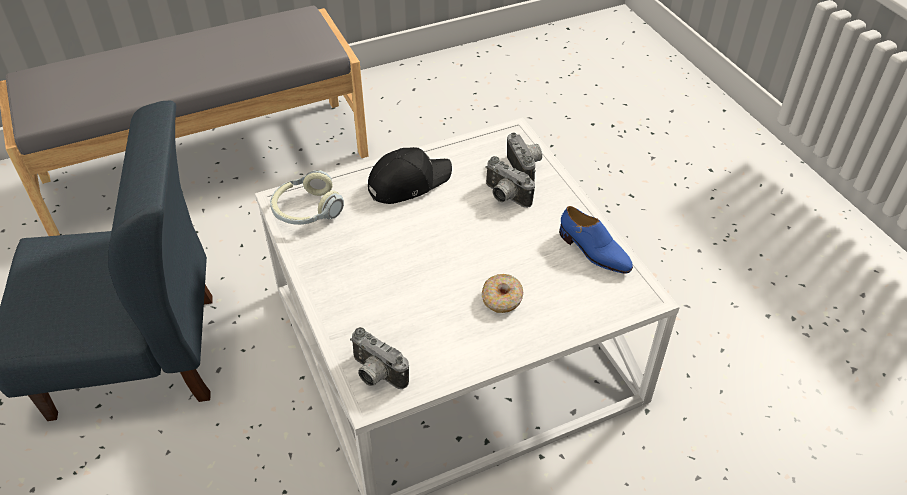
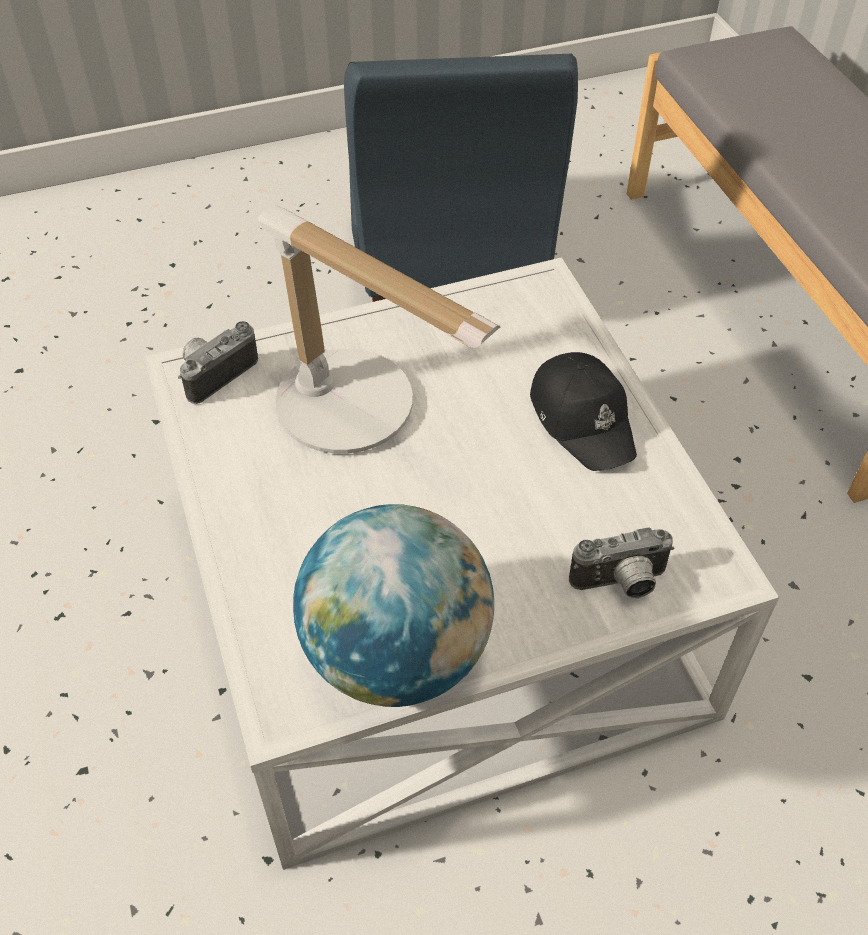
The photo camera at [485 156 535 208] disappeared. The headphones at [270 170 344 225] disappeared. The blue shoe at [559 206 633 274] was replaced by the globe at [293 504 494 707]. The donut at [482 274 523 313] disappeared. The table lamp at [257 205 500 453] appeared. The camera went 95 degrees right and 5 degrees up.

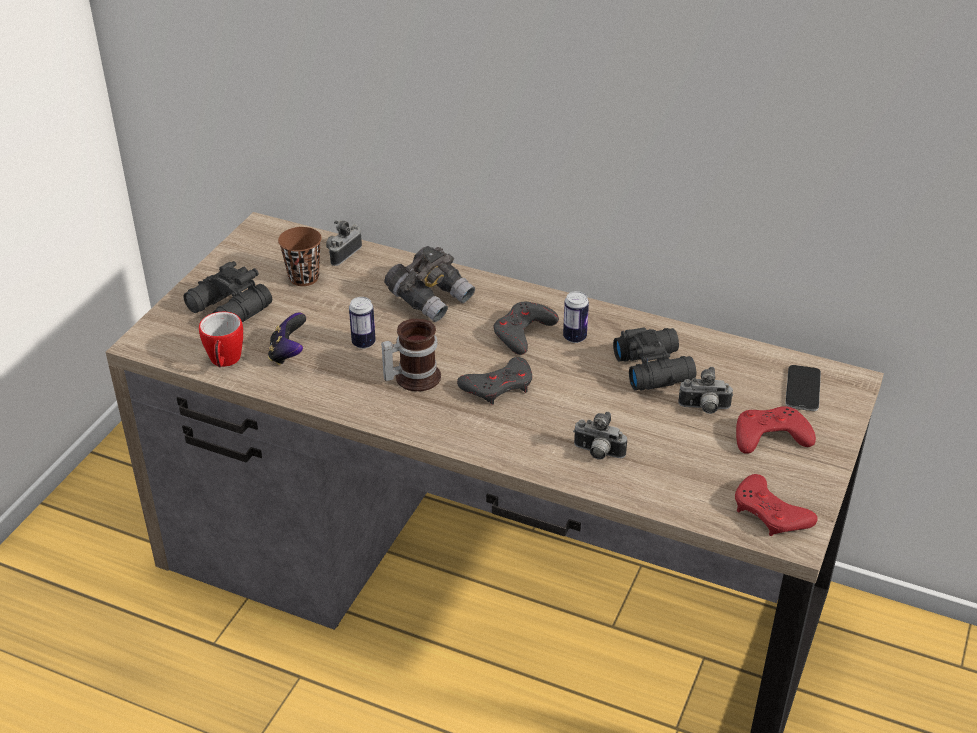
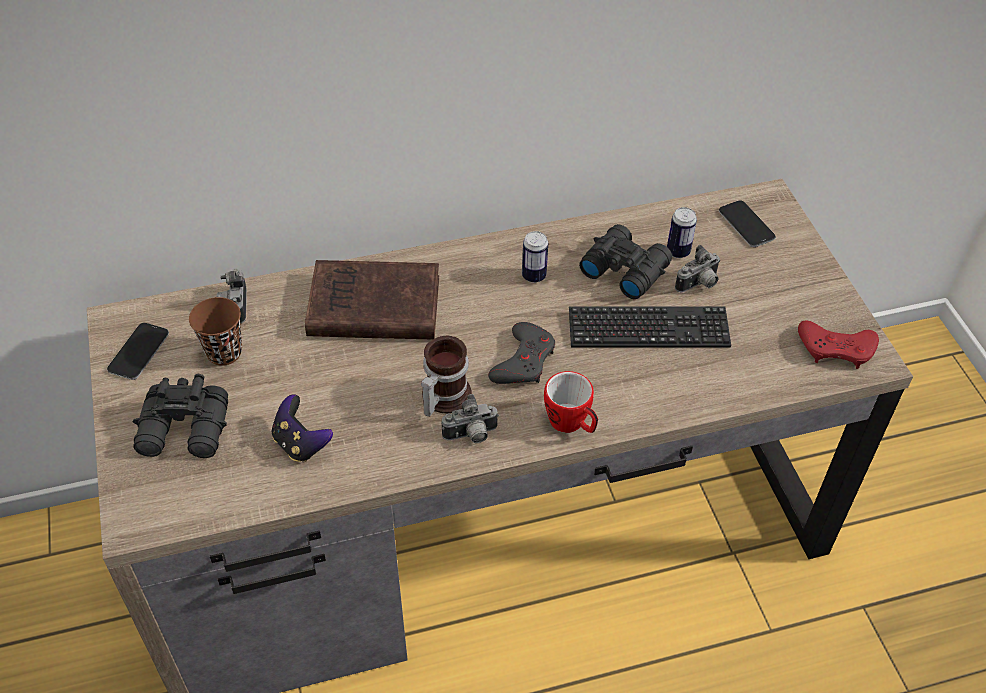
The grey binoculars at [384 246 475 322] was replaced by the brown book at [305 260 439 339]. The can moved from [349 297 376 349] to [667 207 697 258]. The grey game controller at [493 302 559 355] disappeared. The mug moved from [199 312 243 367] to [544 371 598 433]. The red game controller at [736 406 816 454] disappeared. The photo camera moved from [573 412 627 460] to [441 394 499 443]. The keyboard at [569 306 731 347] appeared. The phone at [107 323 169 380] appeared. The camera went 40 degrees left and 10 degrees up.

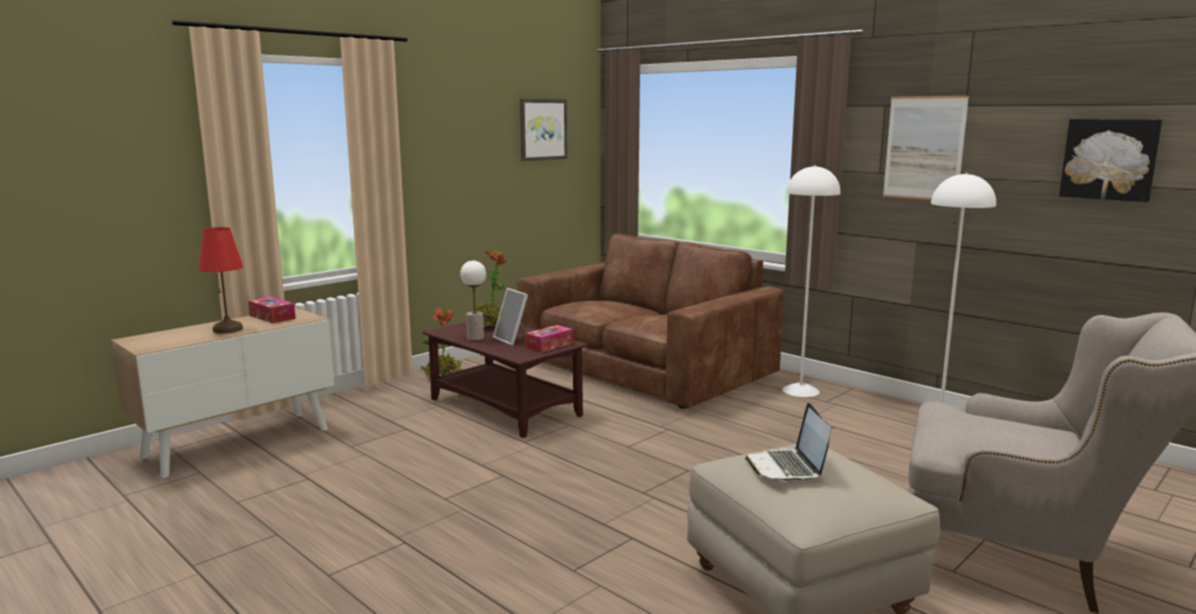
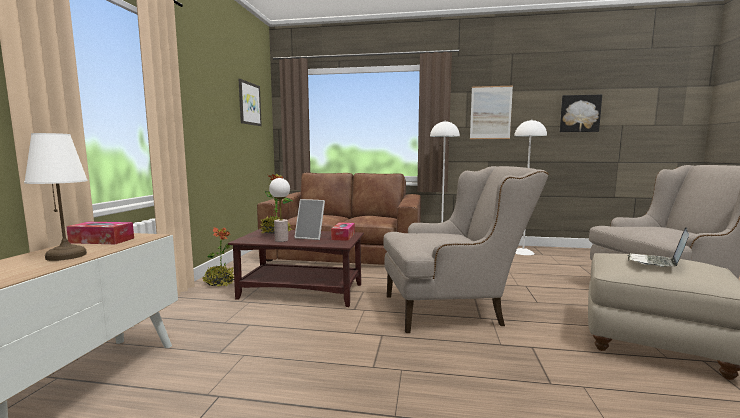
The red table lamp at [198 227 243 334] became the white table lamp at [24 133 88 261]. The laptop at [745 403 831 482] turned 75 degrees clockwise. The beige armchair at [384 166 549 333] appeared. The camera went 35 degrees left and 5 degrees down.

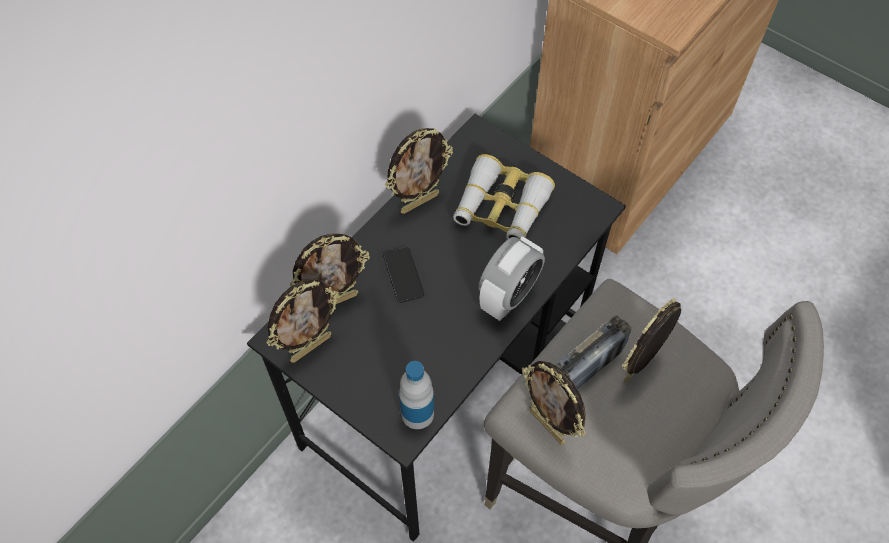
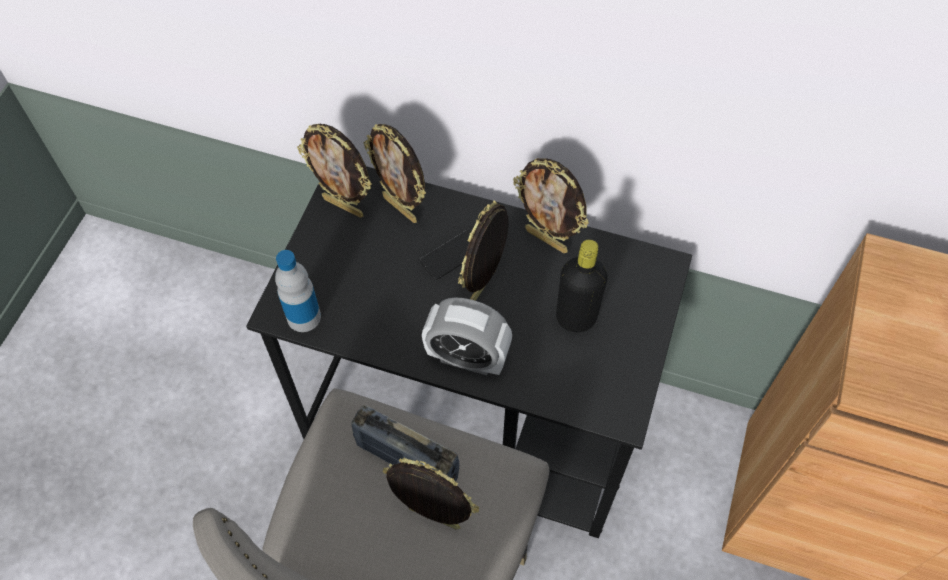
The binoculars at [453 154 555 240] was replaced by the black bottle at [556 240 608 332]. The picture frame moved from [522 361 586 445] to [458 200 509 301]. The camera went 70 degrees right and 0 degrees up.

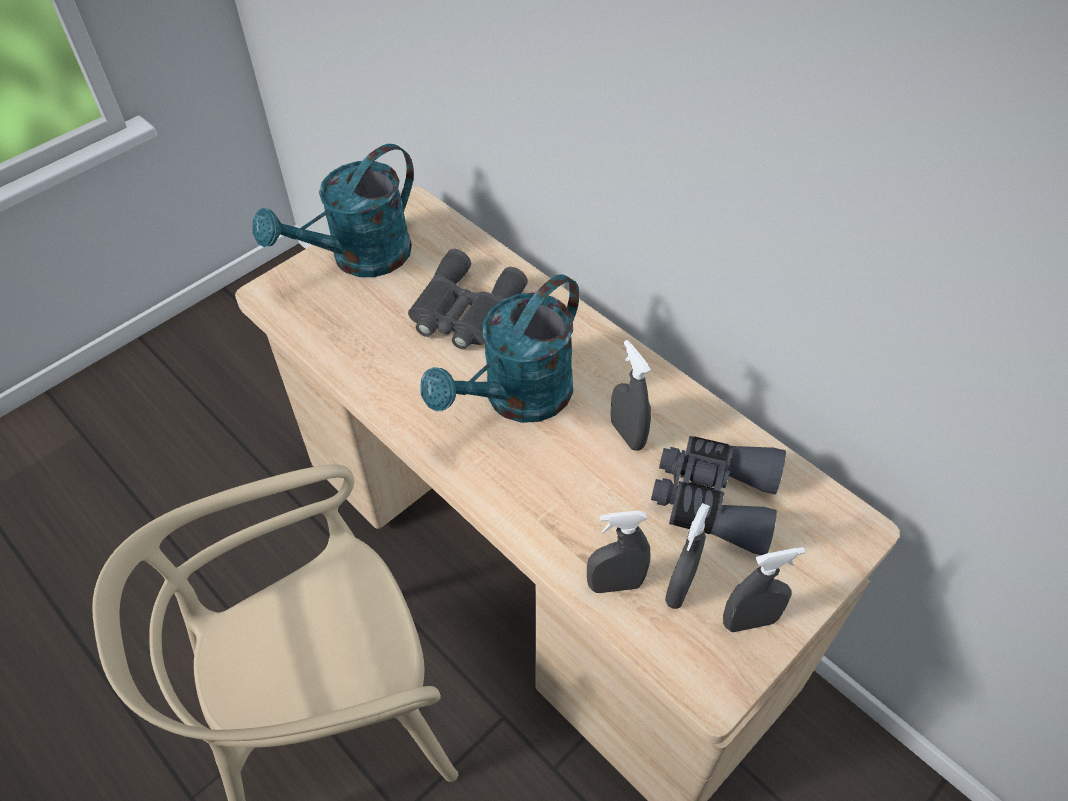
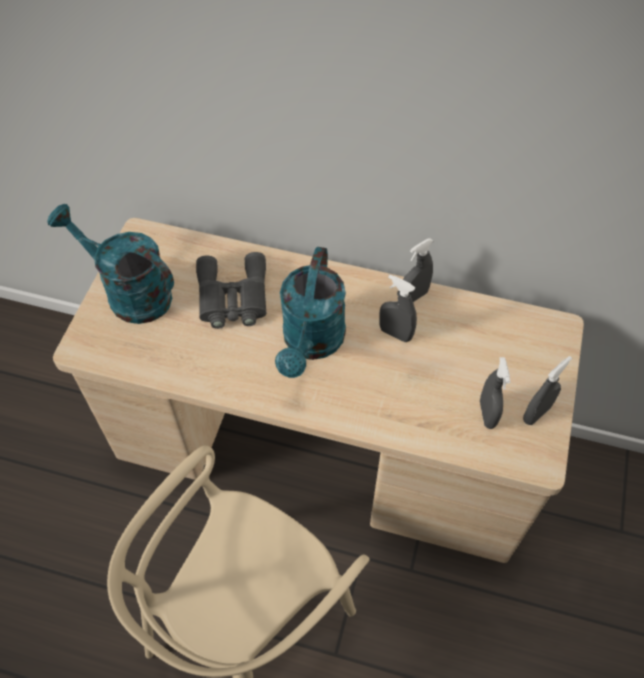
The turquoise watering can at [252 144 414 277] turned 105 degrees clockwise. The grey binoculars at [651 436 786 555] disappeared. The grey spray bottle moved from [587 511 650 593] to [403 238 433 302]. The camera went 30 degrees left and 5 degrees up.

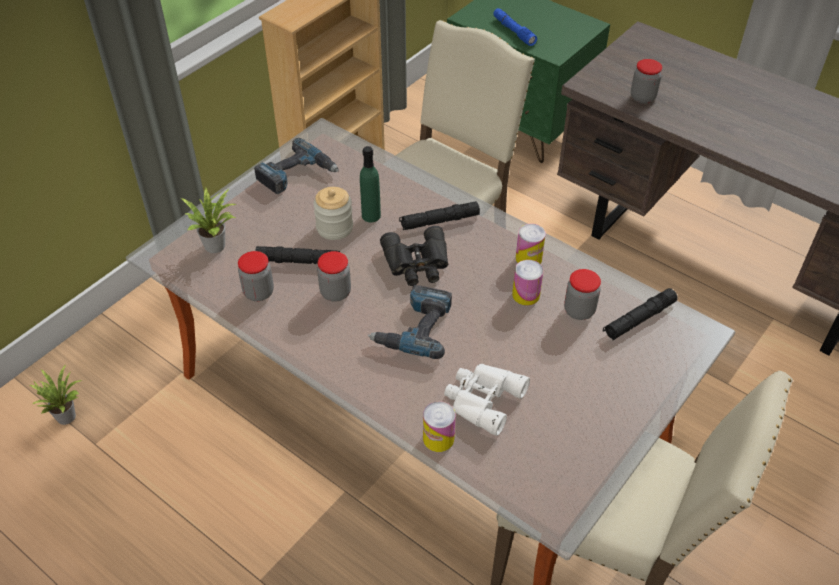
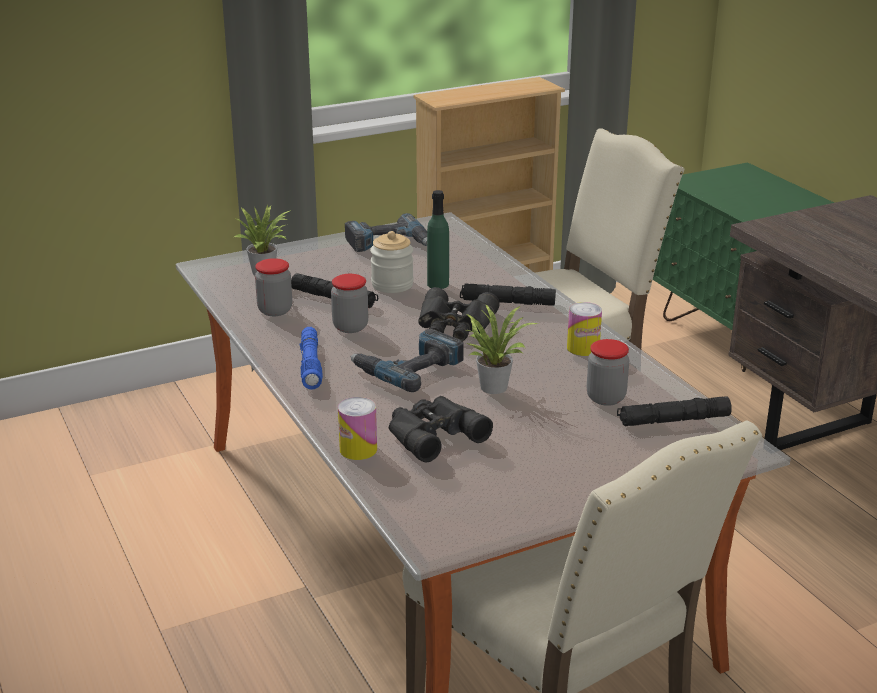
The blue flashlight moved from [493 8 537 46] to [299 327 323 390]. The jar at [631 59 663 104] disappeared. The can at [512 260 543 306] disappeared. The potted plant moved from [29 364 82 425] to [466 305 539 394]. The white binoculars at [444 364 530 436] became the black binoculars at [389 396 493 463]. The camera went 25 degrees right and 20 degrees down.

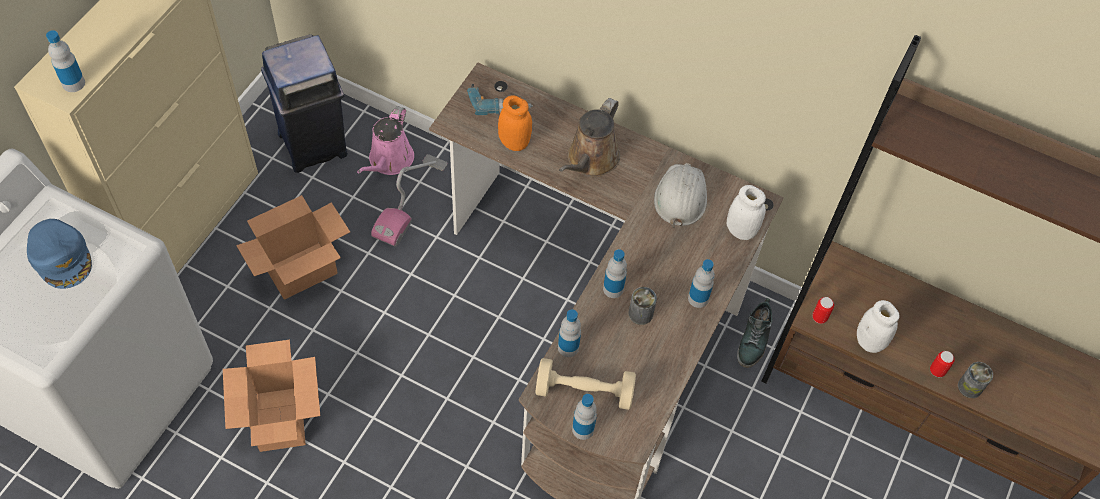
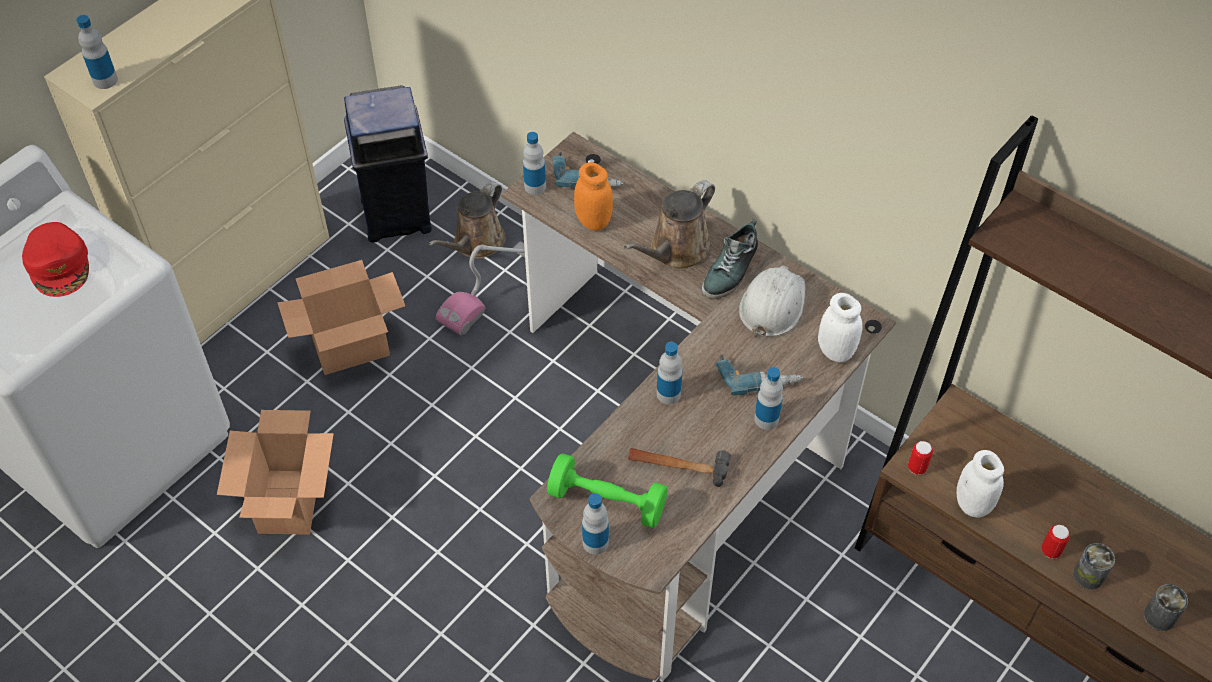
The pink watering can at [357 106 414 175] became the brown watering can at [428 181 506 259]. The blue cap at [27 219 92 289] became the red cap at [22 222 89 297]. The can moved from [629 287 657 325] to [1144 584 1188 631]. The shoe moved from [737 298 772 368] to [702 219 758 299]. The bottle moved from [558 309 581 357] to [523 132 546 195]. The beige dumbbell at [536 358 636 410] became the green dumbbell at [547 453 668 528]. The power drill at [716 355 803 395] appeared. The hammer at [628 448 731 487] appeared. The camera went 15 degrees right and 5 degrees down.

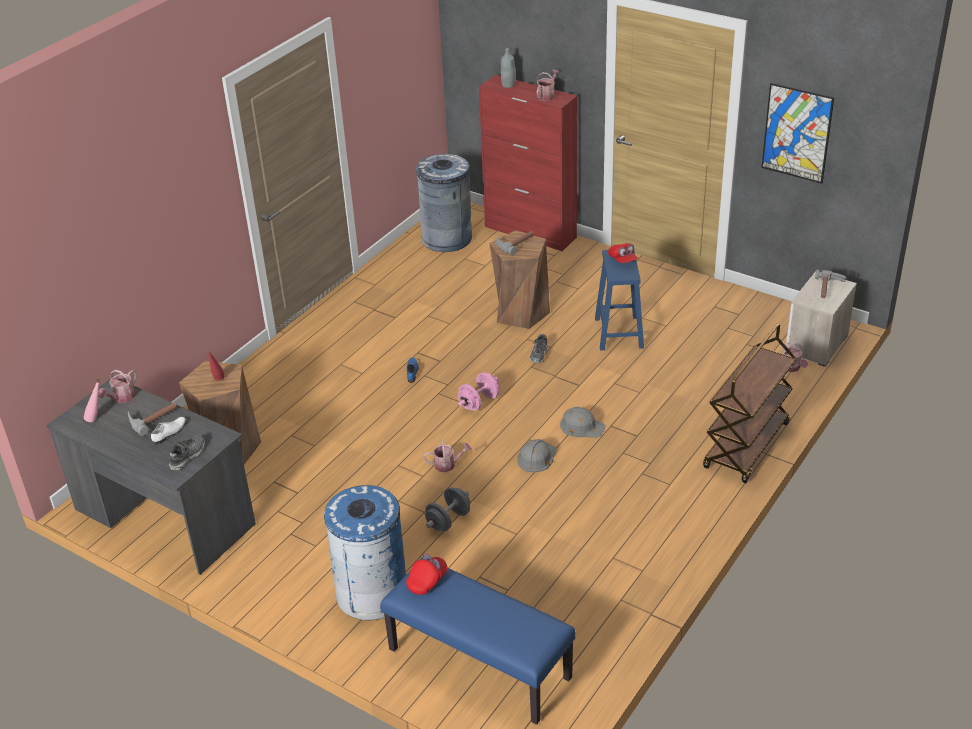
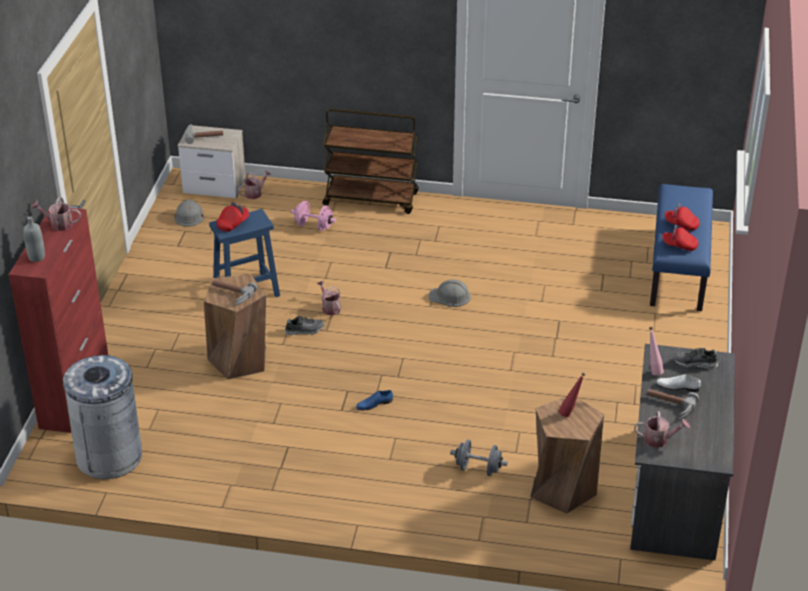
The picture at [761 83 834 184] disappeared. The pink dumbbell moved from [458 372 499 411] to [291 201 336 231]. The pink bottle moved from [84 379 100 422] to [649 327 664 375]. The grey hard hat moved from [560 407 605 438] to [174 199 204 227]. The watering can moved from [423 440 472 472] to [317 280 341 315]. The blue trash can at [324 485 406 620] disappeared. The grey dumbbell moved from [425 487 470 531] to [450 439 508 476]. The red cap at [665 203 700 231] appeared. The camera went 115 degrees left and 0 degrees up.

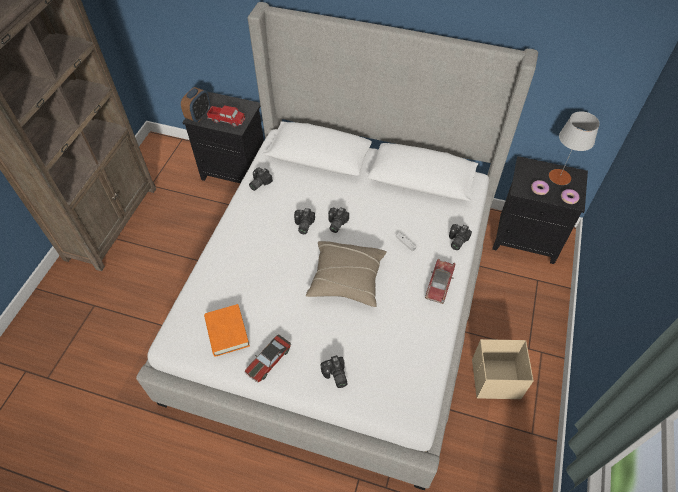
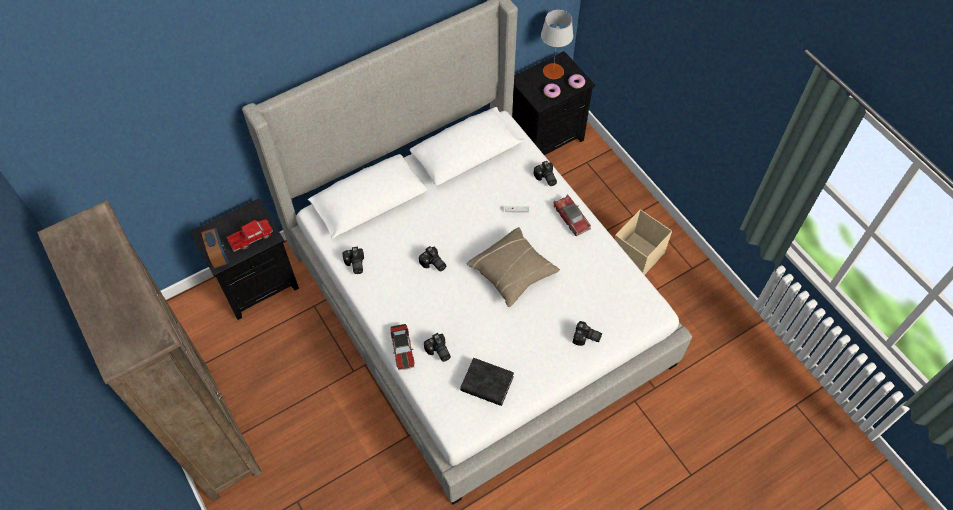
The photo camera moved from [328 207 349 233] to [424 333 451 362]. The orange book at [204 304 250 356] became the black book at [460 358 514 406]. The toy car moved from [245 334 291 383] to [390 324 414 370]. The camera went 50 degrees left and 5 degrees up.

